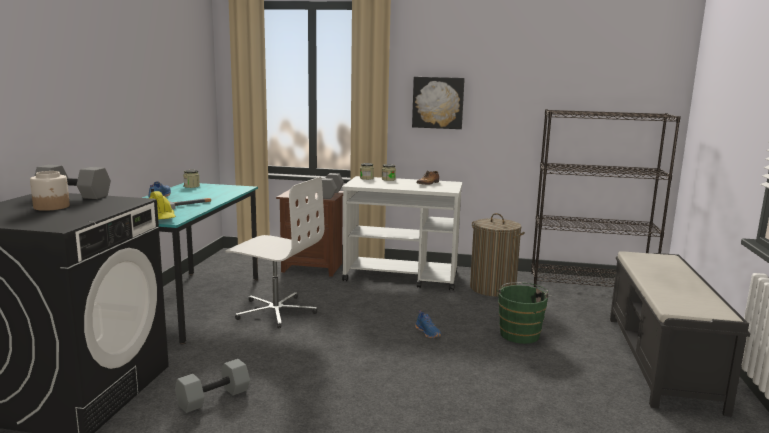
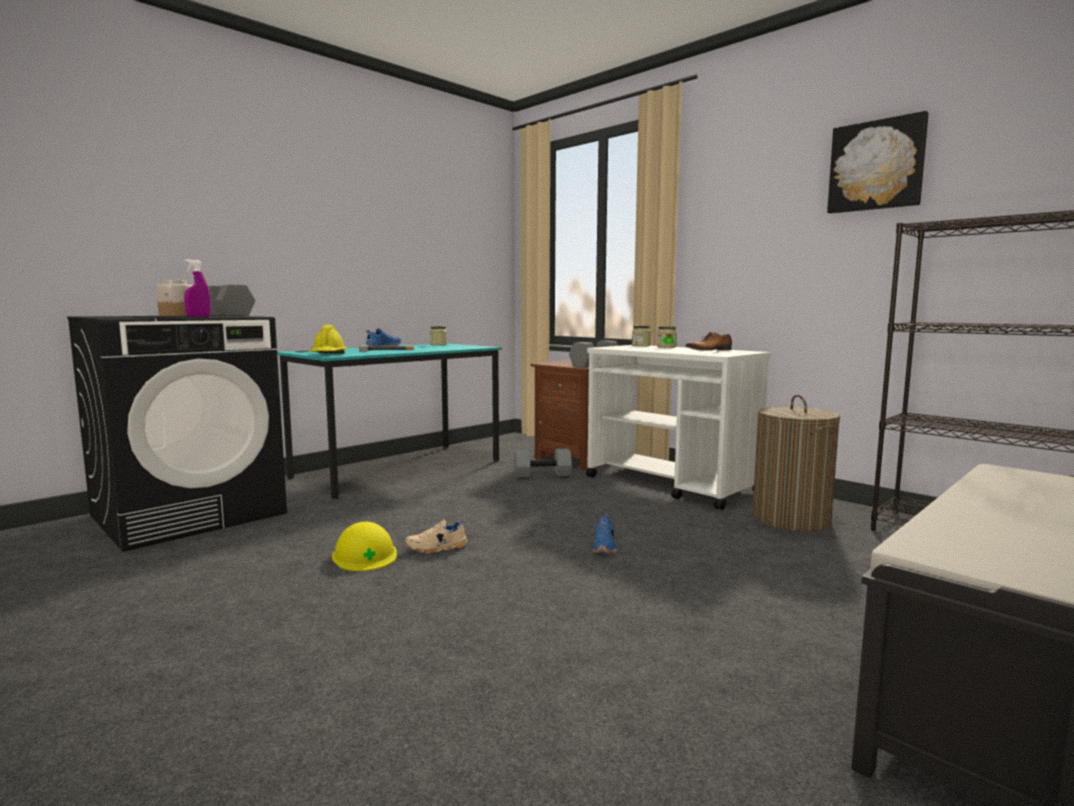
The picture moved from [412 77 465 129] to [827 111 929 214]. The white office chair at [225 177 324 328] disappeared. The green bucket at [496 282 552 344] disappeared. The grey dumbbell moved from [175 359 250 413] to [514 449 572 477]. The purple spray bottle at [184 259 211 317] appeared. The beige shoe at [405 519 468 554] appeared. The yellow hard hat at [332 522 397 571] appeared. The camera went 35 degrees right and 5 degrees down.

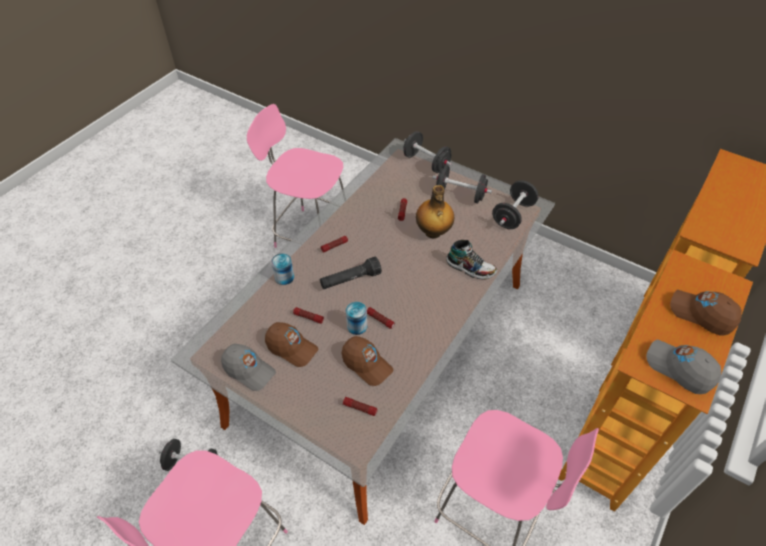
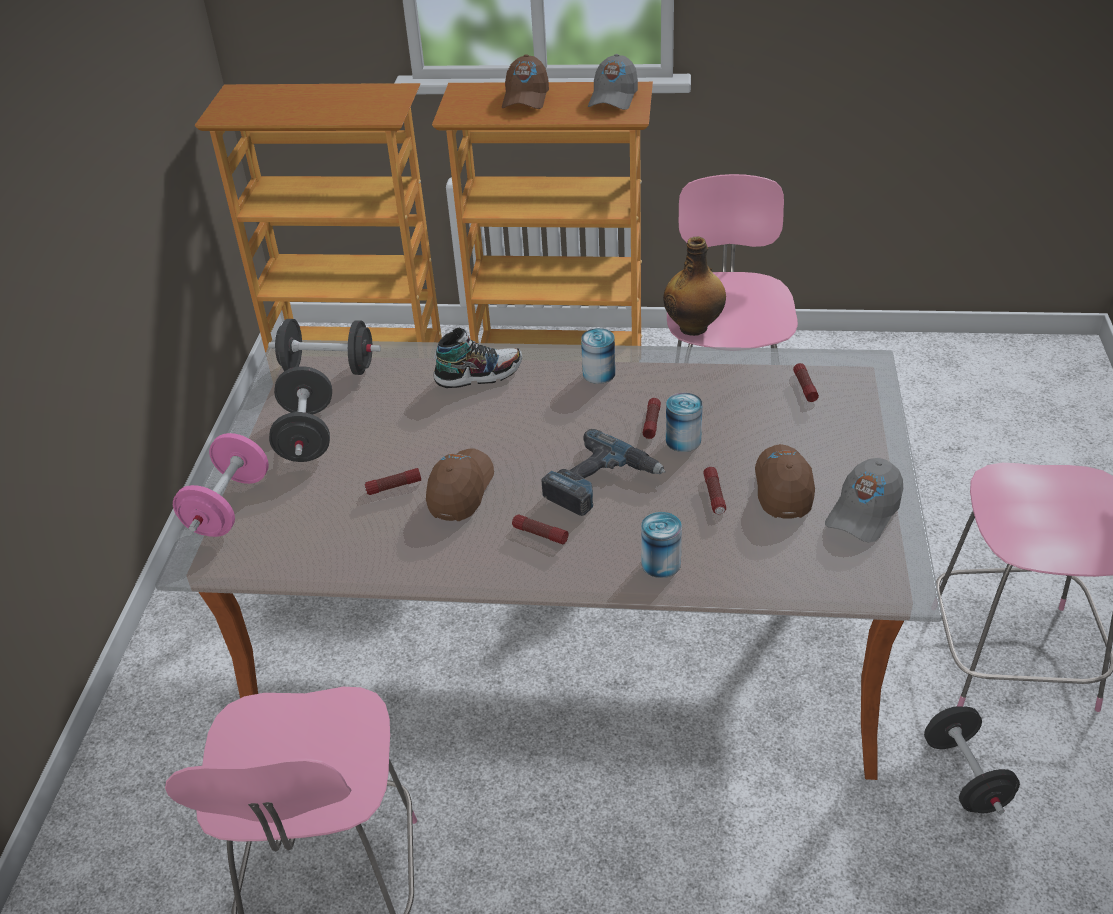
The black dumbbell at [404 131 452 173] became the pink dumbbell at [173 433 269 537]. The bottle moved from [416 185 454 239] to [663 237 726 336]. The shoe at [446 240 497 279] turned 75 degrees clockwise. The black flashlight at [320 257 382 289] was replaced by the power drill at [541 429 666 516]. The brown cap moved from [342 336 394 386] to [426 448 494 521]. The grey cap at [221 344 276 391] turned 150 degrees counterclockwise. The can at [581 328 615 384] appeared. The camera went 115 degrees left and 10 degrees down.

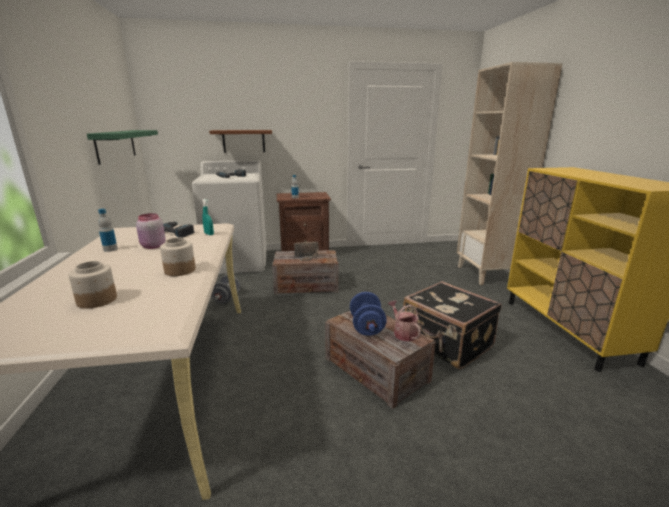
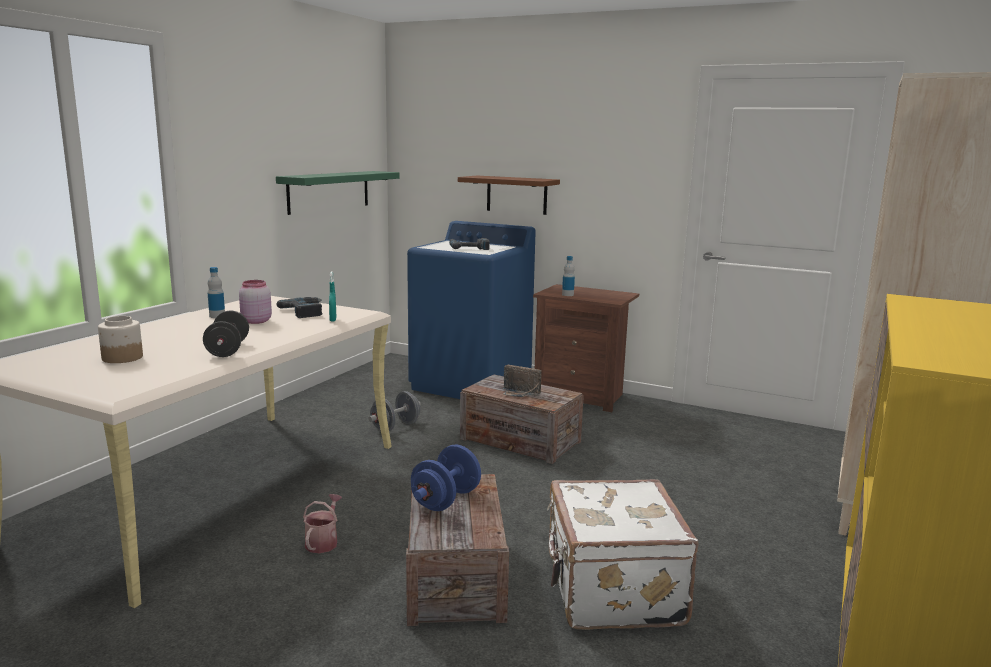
The white washing machine at [192 160 267 274] became the blue washing machine at [407 221 536 399]. The jar at [160 238 196 276] was replaced by the black dumbbell at [203 310 249 357]. The black suitcase at [403 281 502 369] became the white suitcase at [547 479 699 630]. The watering can moved from [388 300 421 341] to [303 494 342 553]. The camera went 35 degrees right and 5 degrees down.

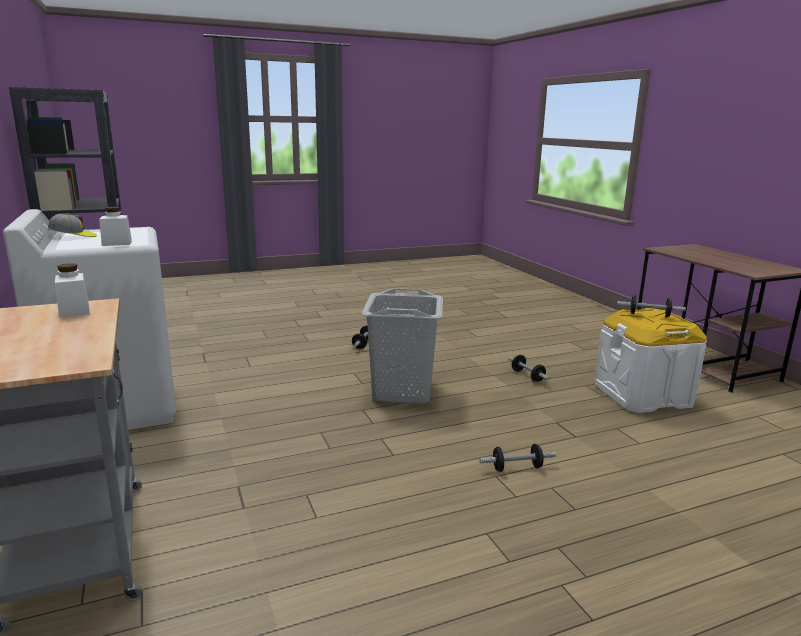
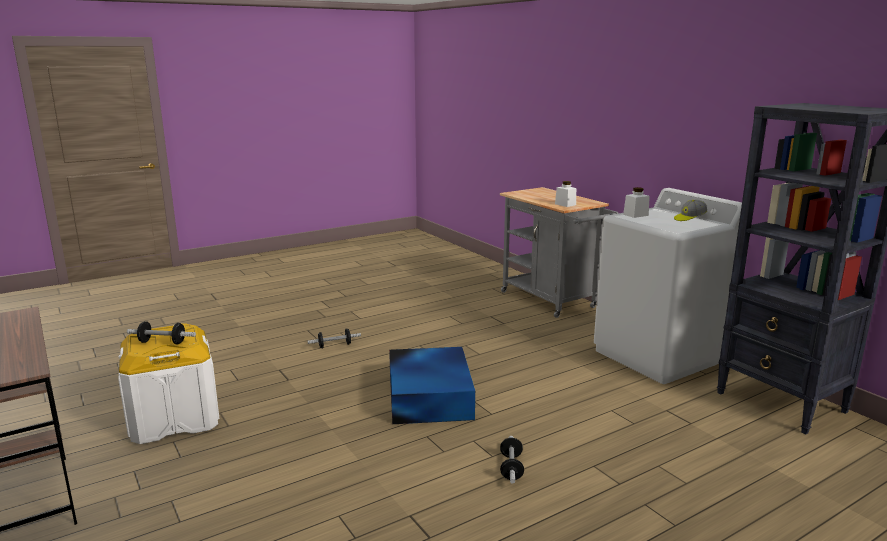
The grey laundry basket at [361 288 443 404] was replaced by the blue storage box at [389 347 475 424]. The dumbbell at [509 355 550 382] disappeared. The camera went 170 degrees right and 0 degrees up.

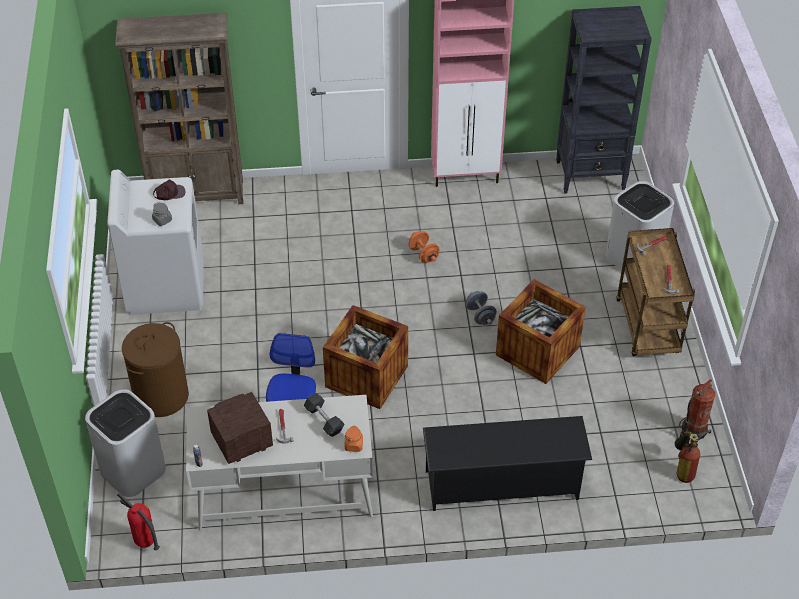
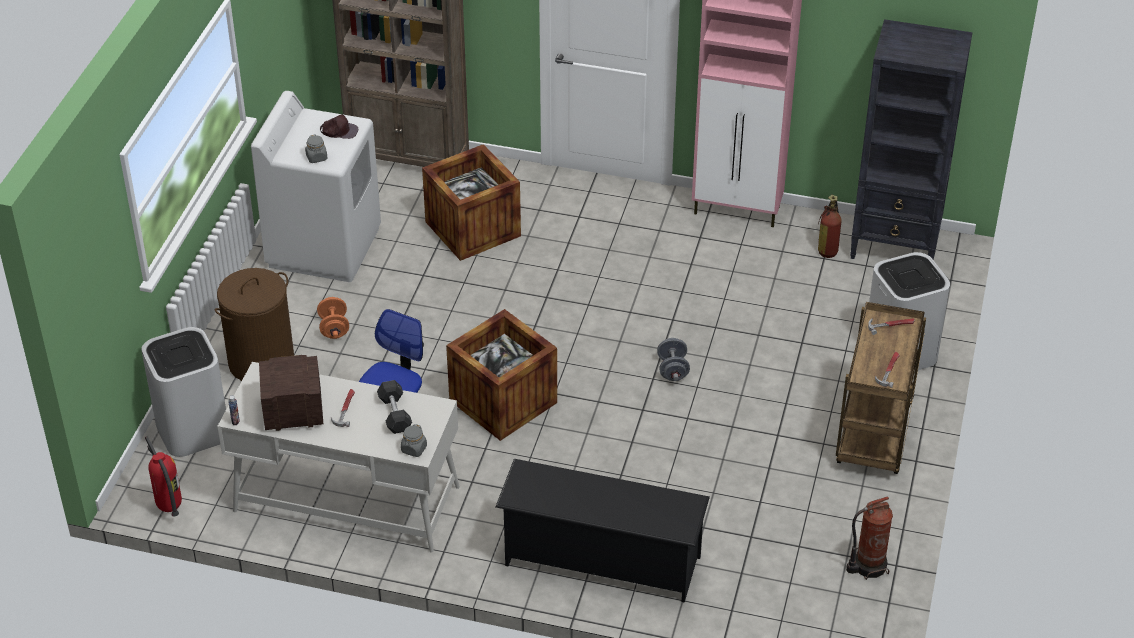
The orange dumbbell moved from [409 231 439 263] to [317 297 349 339]. The crate moved from [496 279 586 384] to [422 144 521 261]. The orange jar at [345 426 363 452] became the grey jar at [401 424 427 457]. The fire extinguisher moved from [675 432 700 483] to [818 195 842 258]. The camera went 20 degrees right and 5 degrees down.

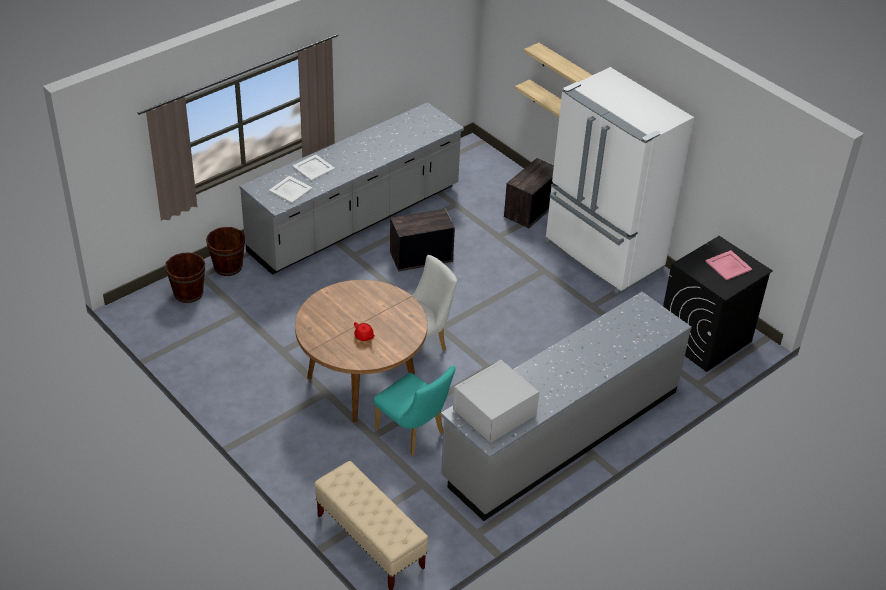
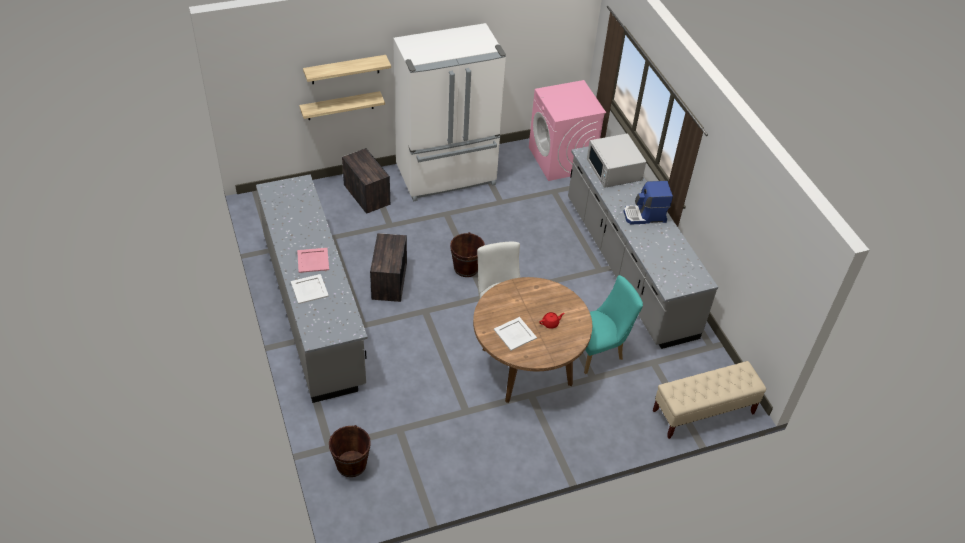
The white tray moved from [269 176 313 203] to [494 317 537 351]. The brown bucket moved from [206 227 245 276] to [450 232 485 277]. The black washing machine at [663 236 773 372] became the pink washing machine at [529 80 606 181]. The pink tray moved from [706 250 752 280] to [297 248 329 273]. The white microwave moved from [453 360 539 443] to [587 133 646 188]. The coffee machine at [623 181 673 225] appeared. The camera went 70 degrees left and 5 degrees up.

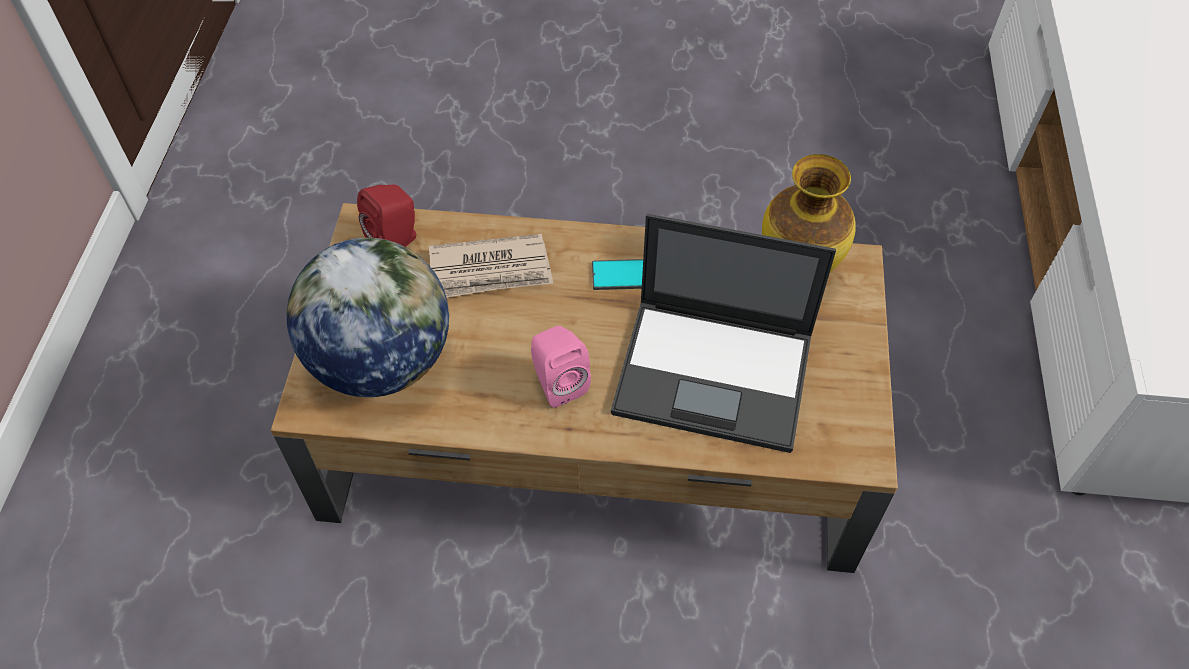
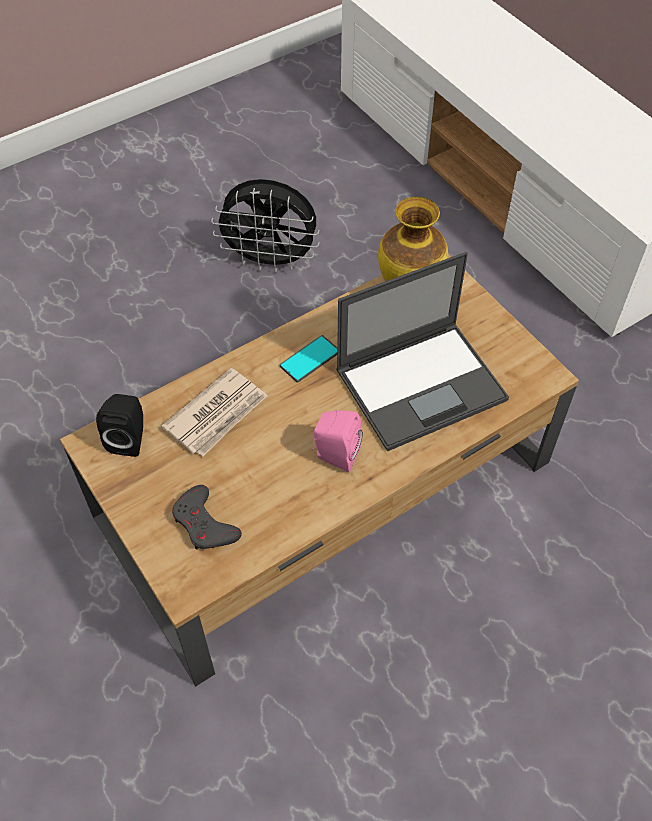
The red speaker at [357 185 416 247] became the black speaker at [96 394 143 457]. The globe at [287 237 449 397] was replaced by the grey game controller at [172 485 242 550]. The black fan at [211 179 320 273] appeared. The camera went 40 degrees left and 0 degrees up.

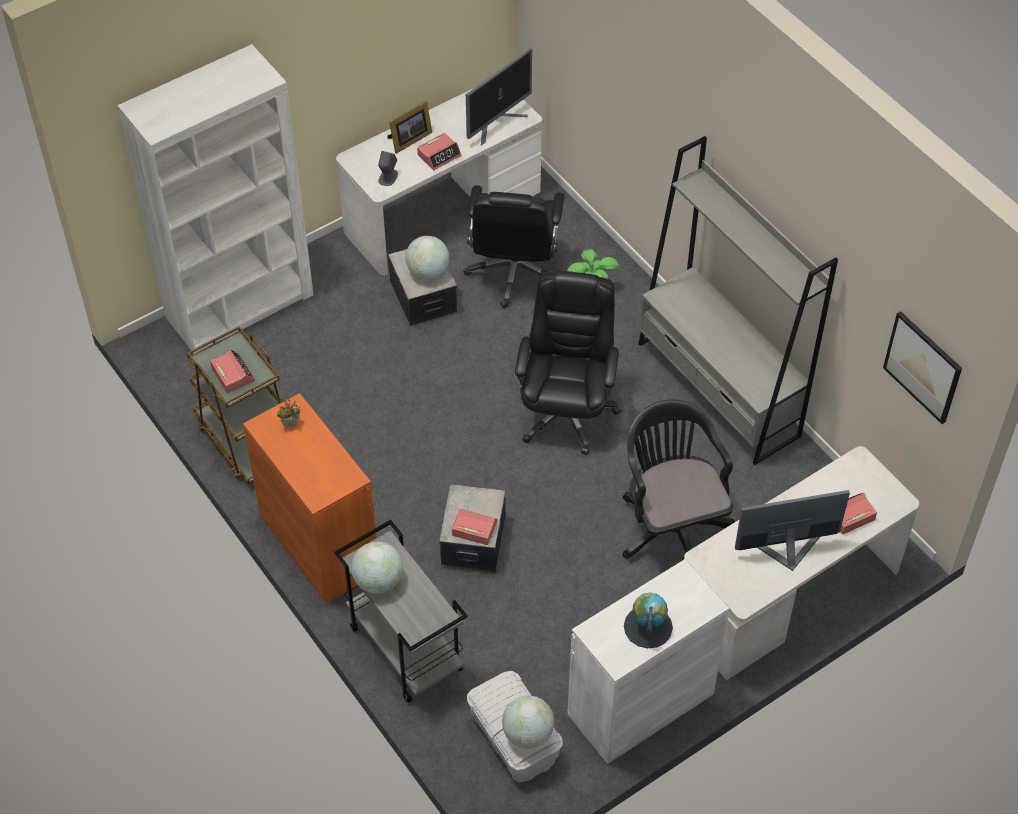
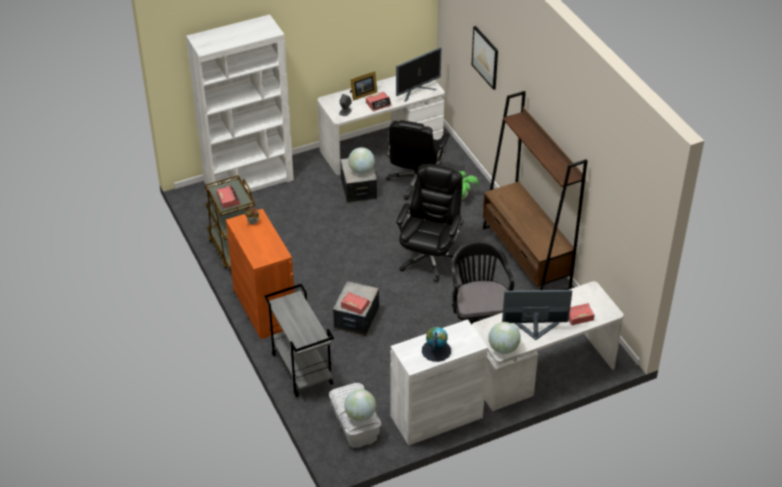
The grey bookcase at [638 136 838 465] became the brown bookcase at [483 91 588 290]. The picture moved from [883 311 962 424] to [472 26 498 90]. The globe moved from [351 542 403 593] to [489 322 520 354]. The camera went 10 degrees right and 10 degrees down.

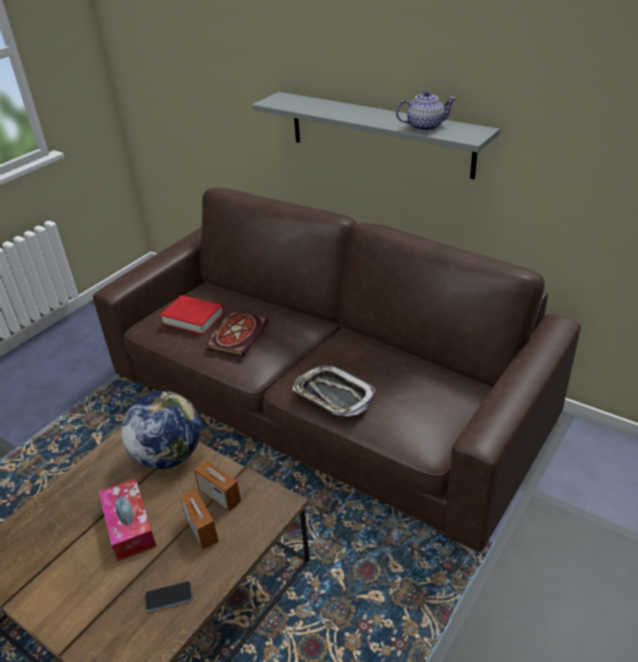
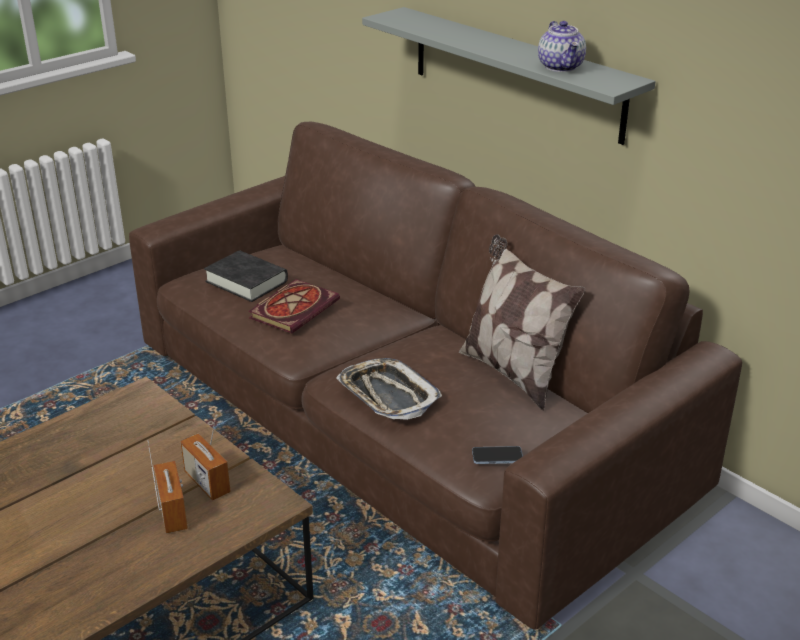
The teapot at [396 91 457 131] turned 75 degrees clockwise. The red book at [160 295 224 335] became the black book at [204 250 288 302]. The globe at [121 391 201 469] disappeared. The tissue box at [99 478 156 561] disappeared. The phone moved from [145 581 193 612] to [472 446 523 464]. The pillow at [459 234 585 411] appeared. The camera went 10 degrees right and 5 degrees down.

